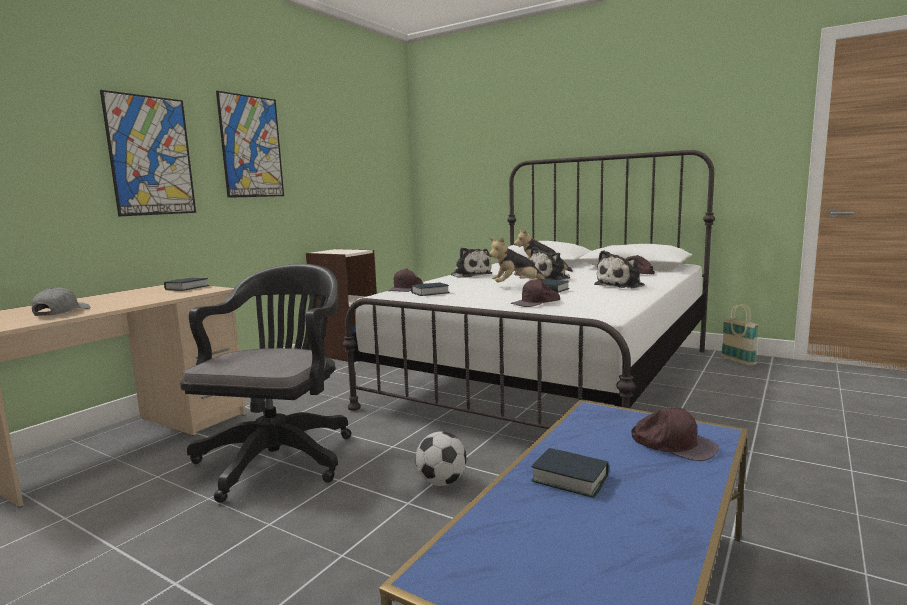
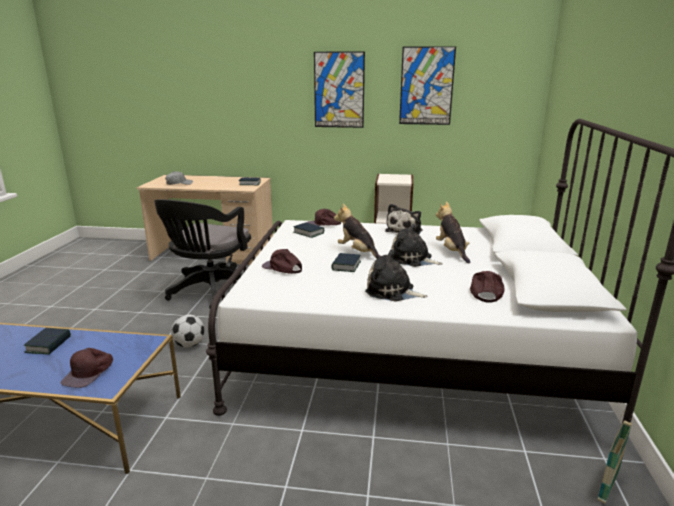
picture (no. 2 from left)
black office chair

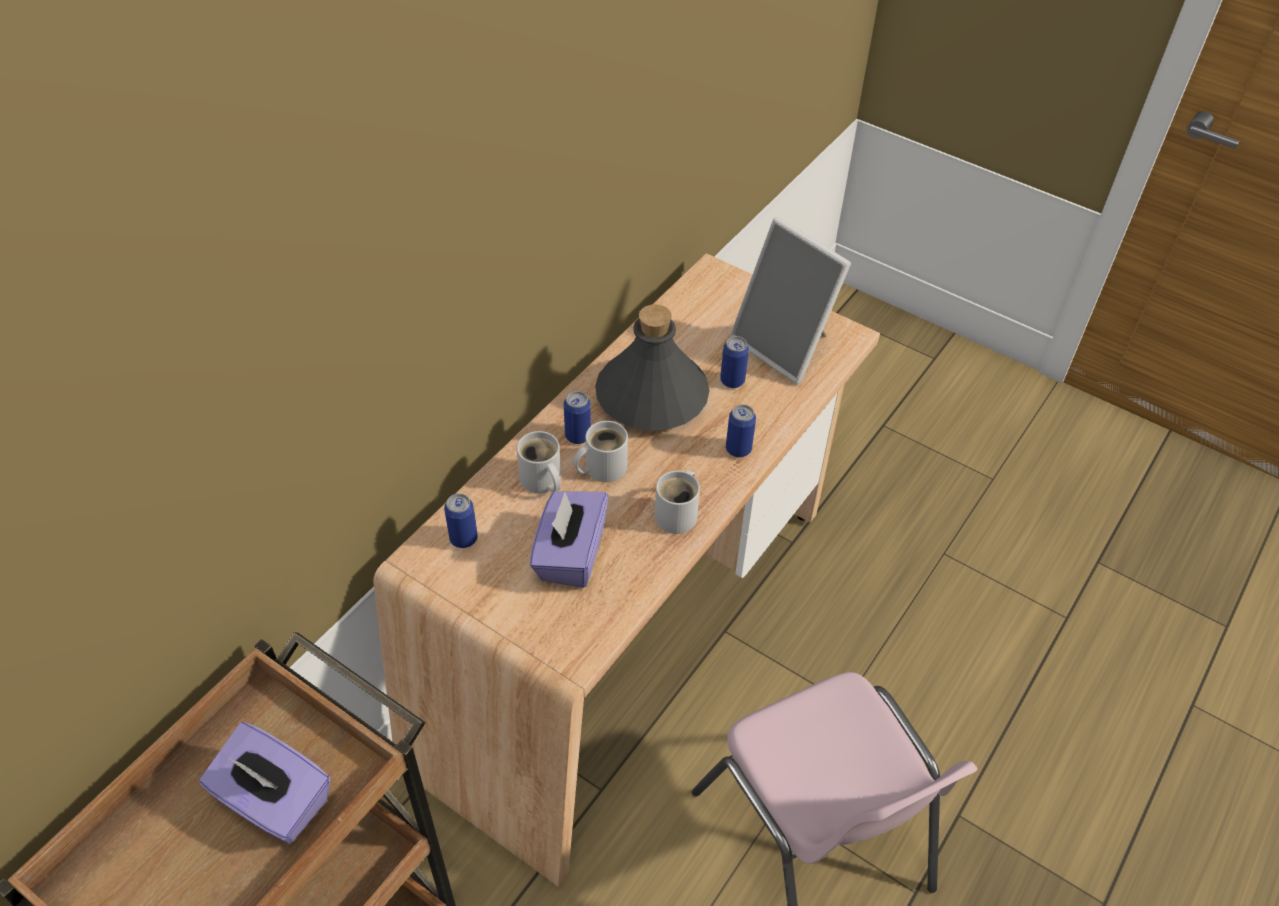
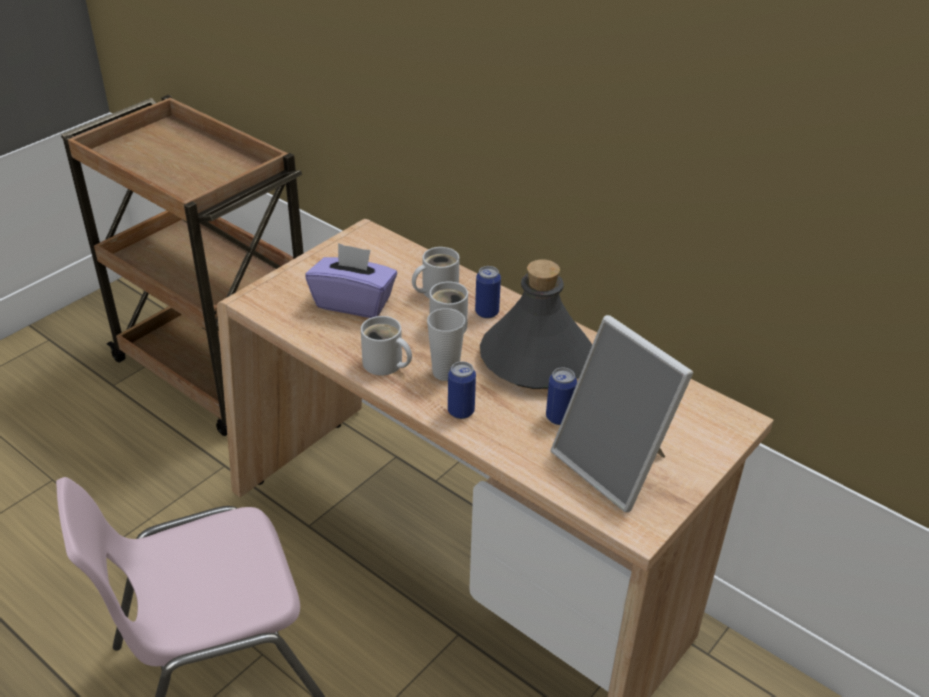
purple tissue box (no. 1 from left in the first image)
can (no. 1 from left in the first image)
cup
picture frame

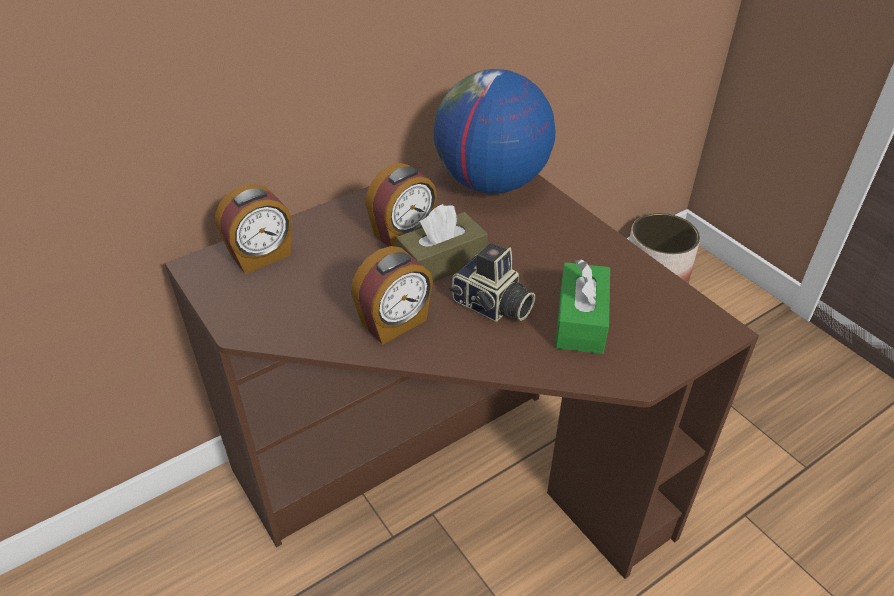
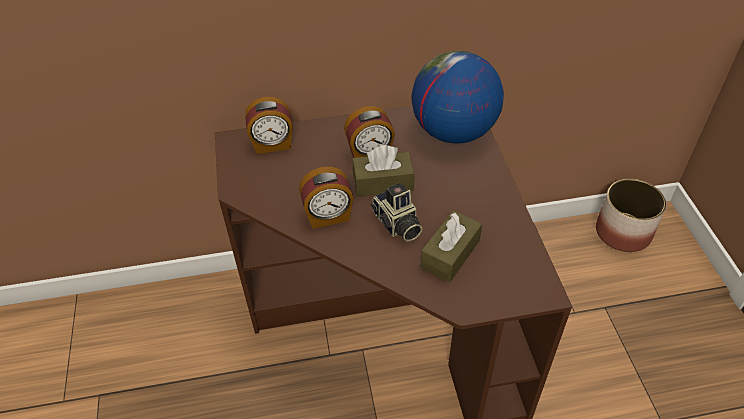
brown tissue box (no. 2 from left)

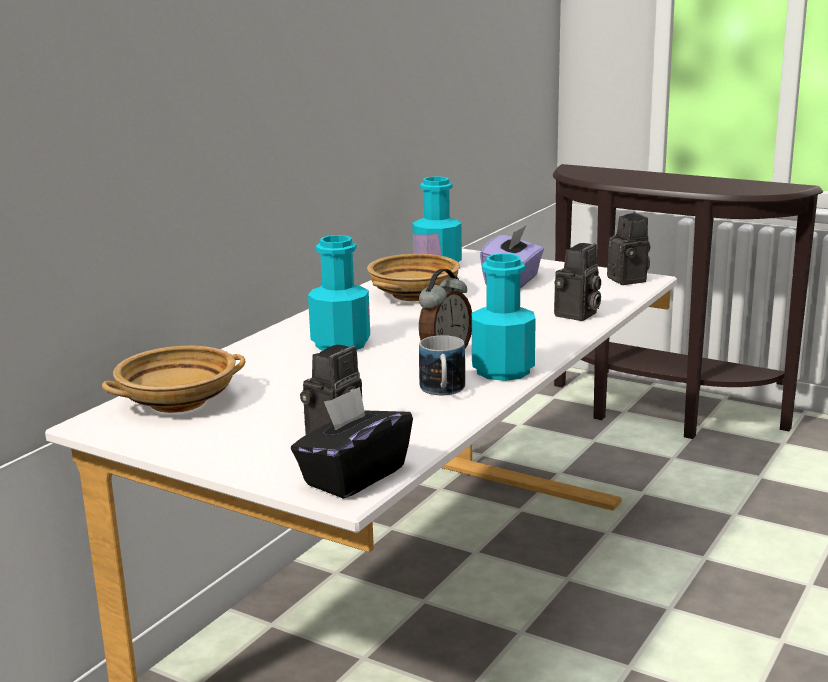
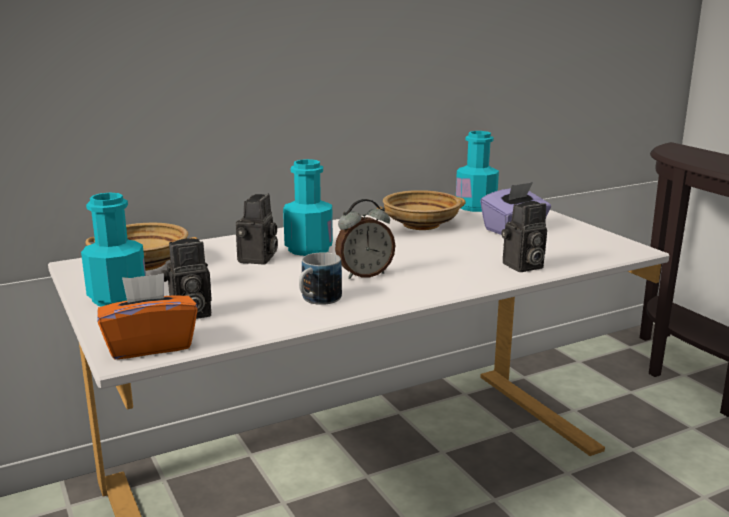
turquoise bottle (no. 1 from left)
photo camera (no. 2 from left)
orange tissue box

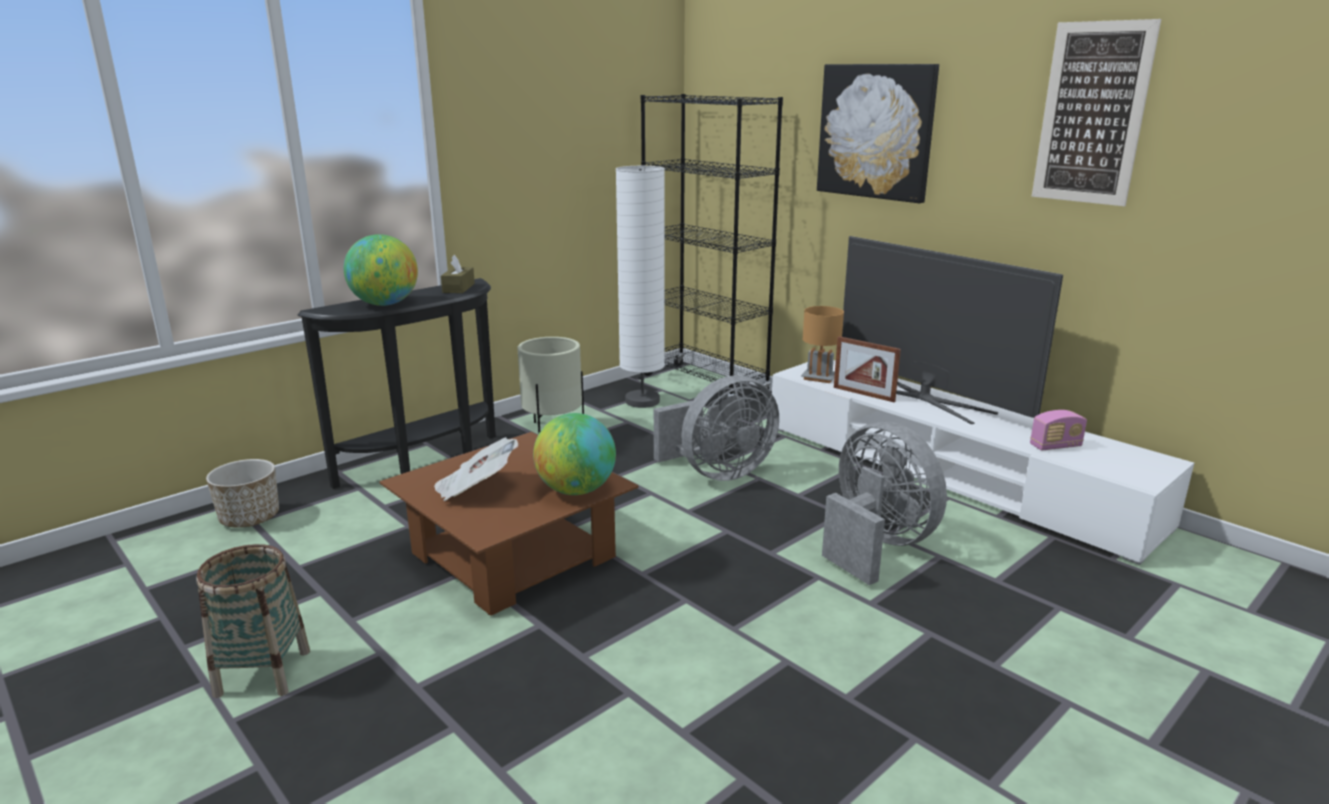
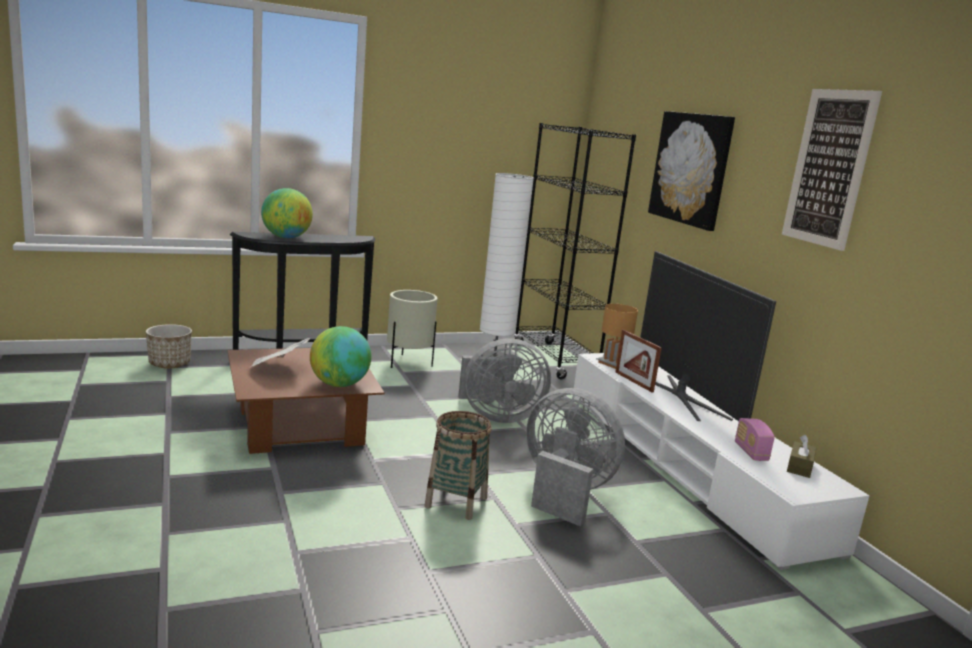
basket
brown tissue box
grey fan (no. 2 from left)
radio

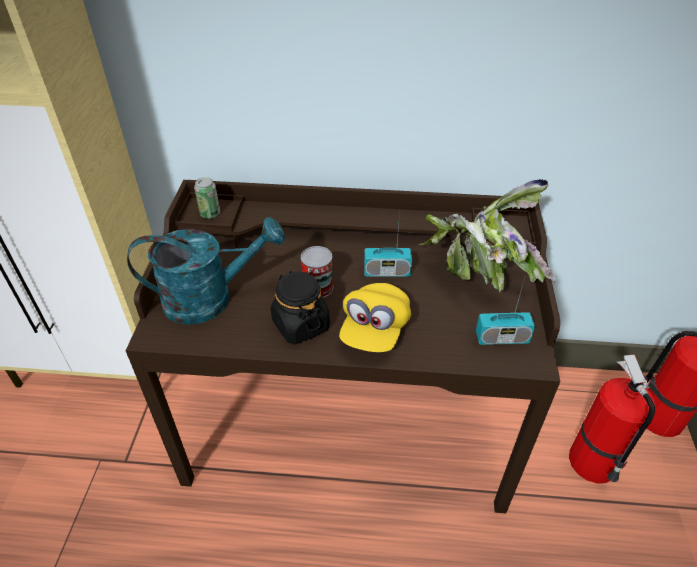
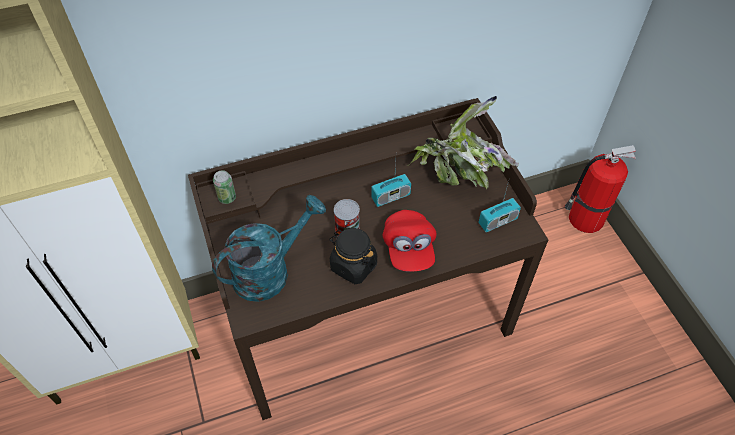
fire extinguisher (no. 1 from left in the first image)
red cap

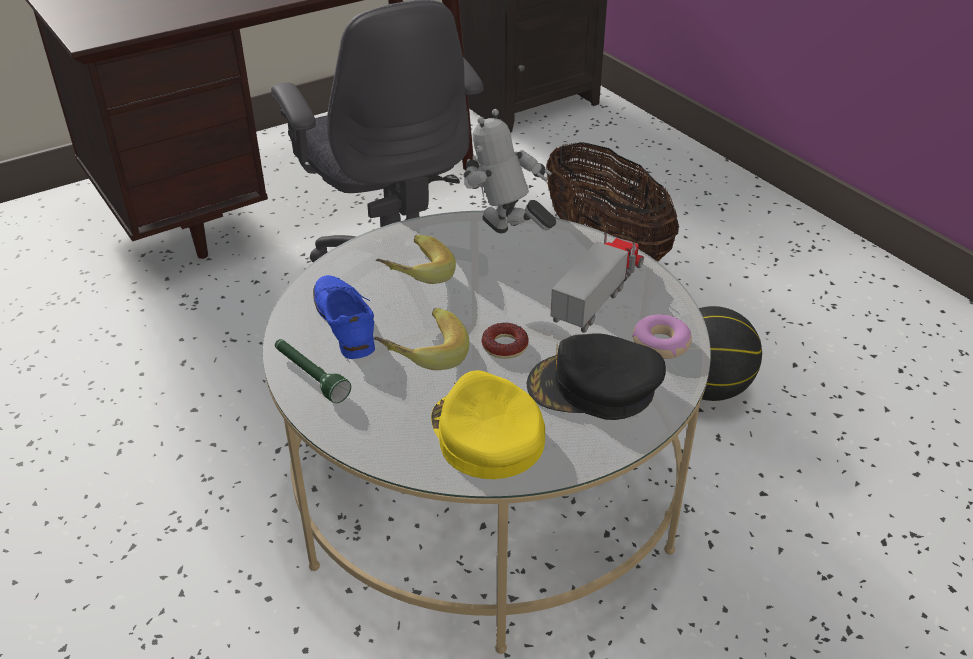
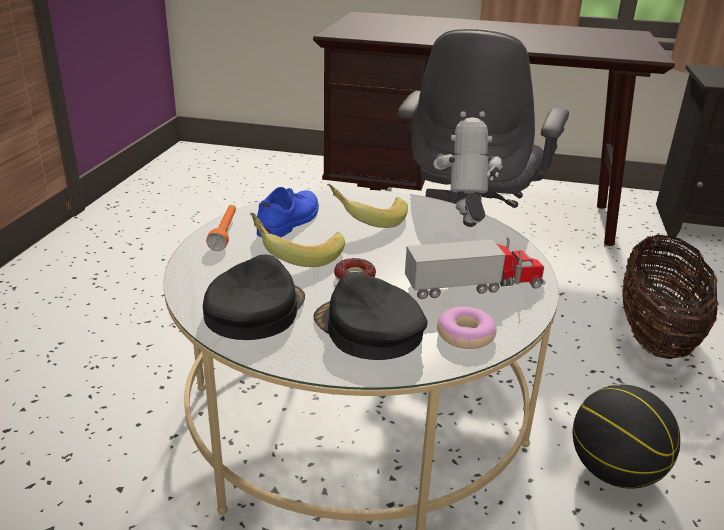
orange flashlight
black cap (no. 1 from left)

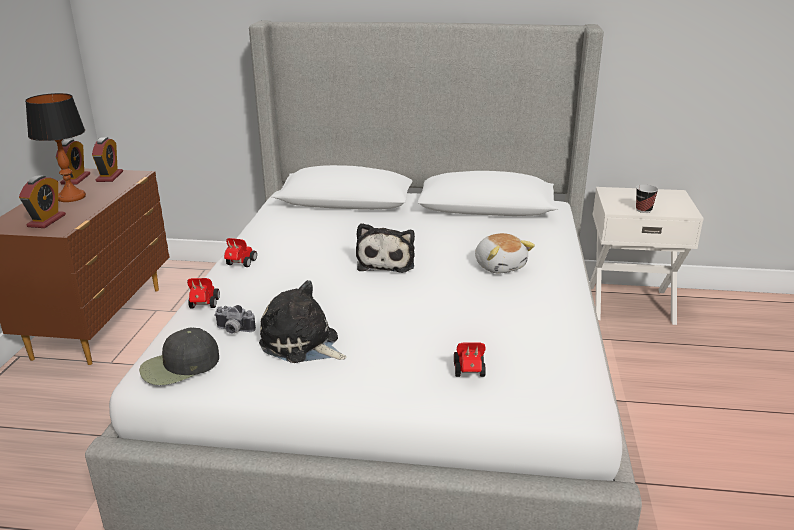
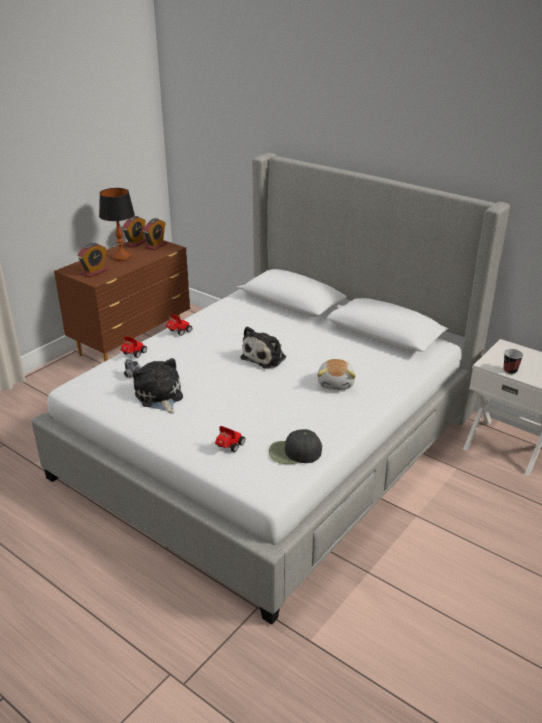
black cap

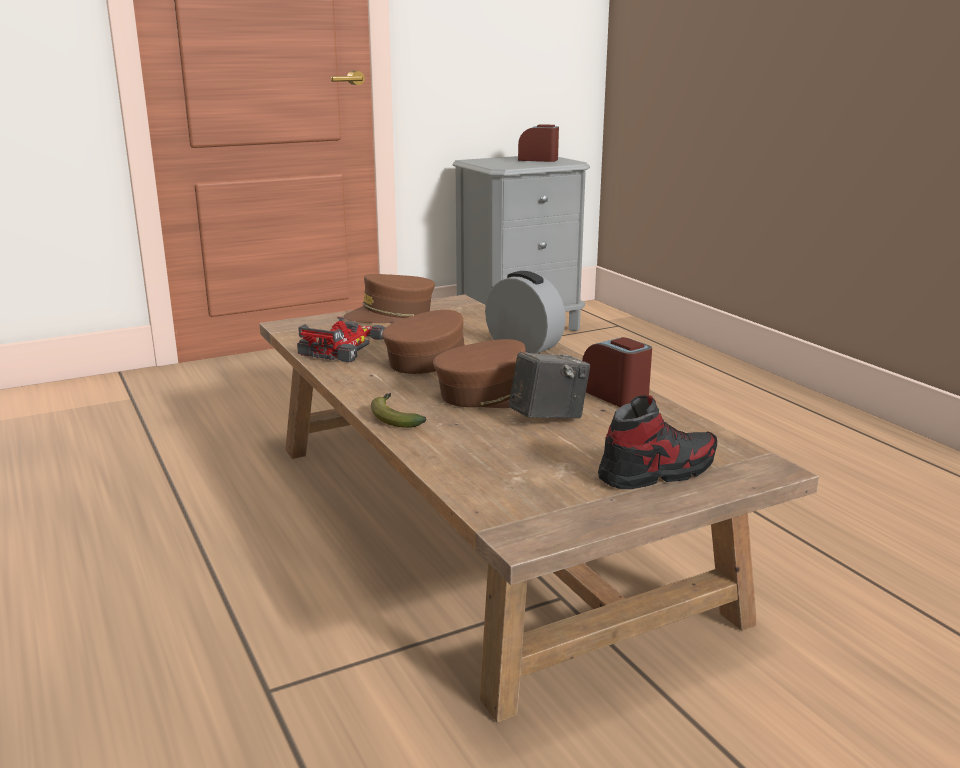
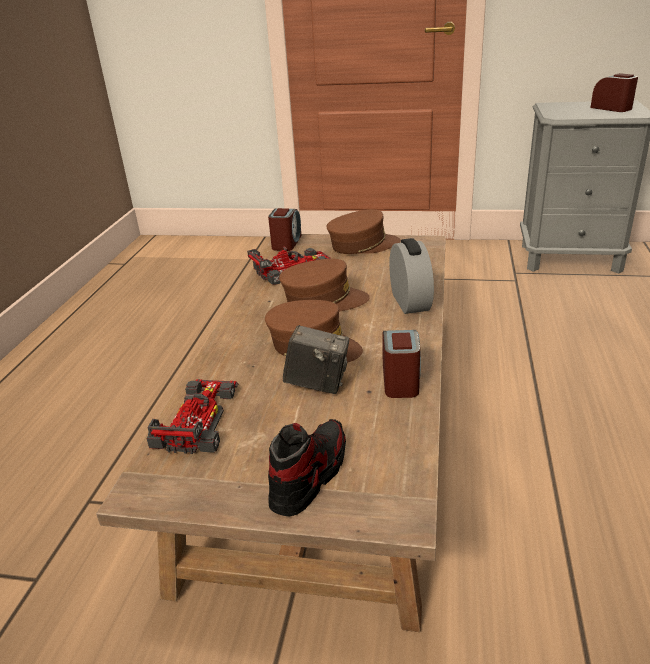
banana
toy car (no. 1 from left)
alarm clock (no. 1 from left)
brown cap (no. 3 from left)
shoe

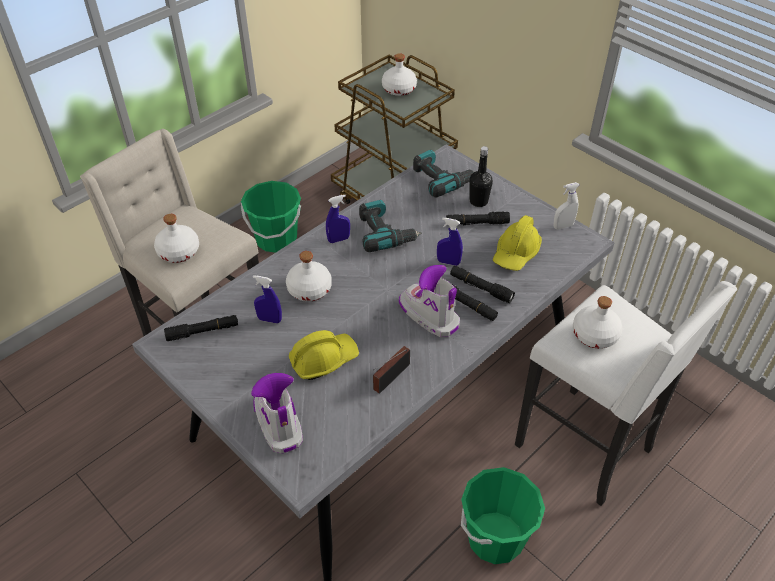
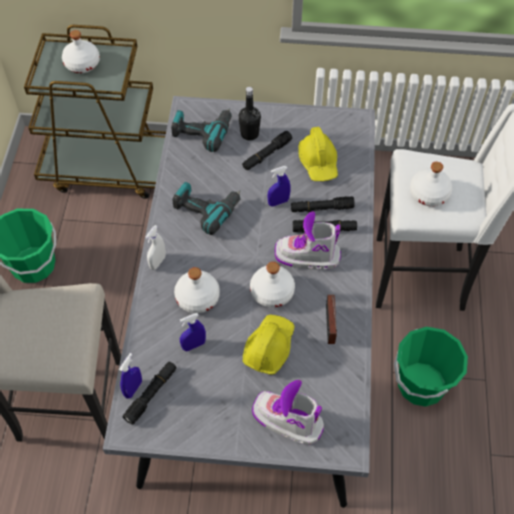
white bottle (no. 3 from left)
blue spray bottle (no. 1 from left)
white spray bottle

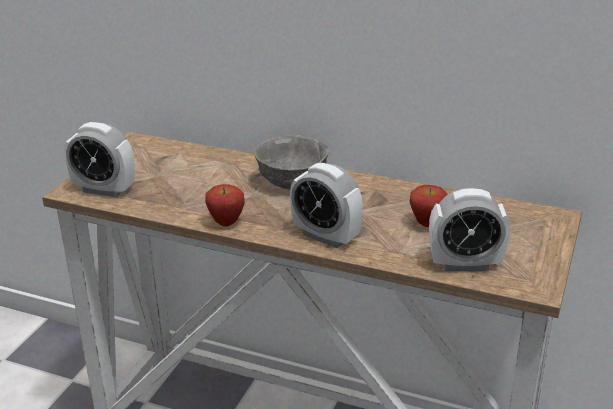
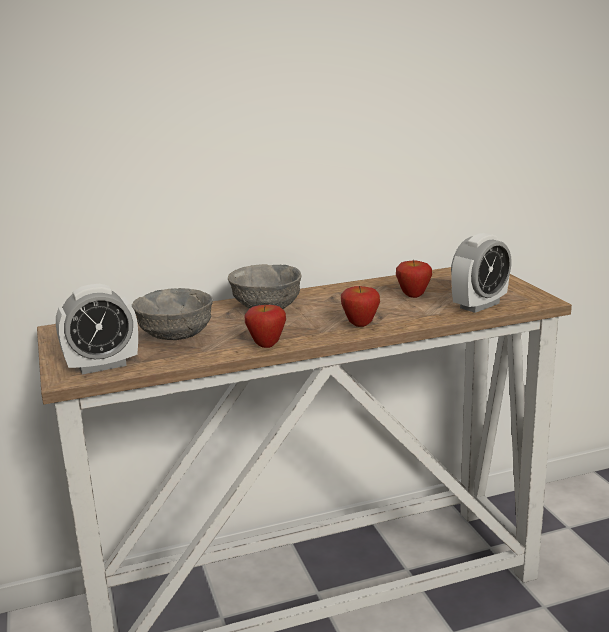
grey bowl (no. 1 from left)
apple (no. 2 from left)

